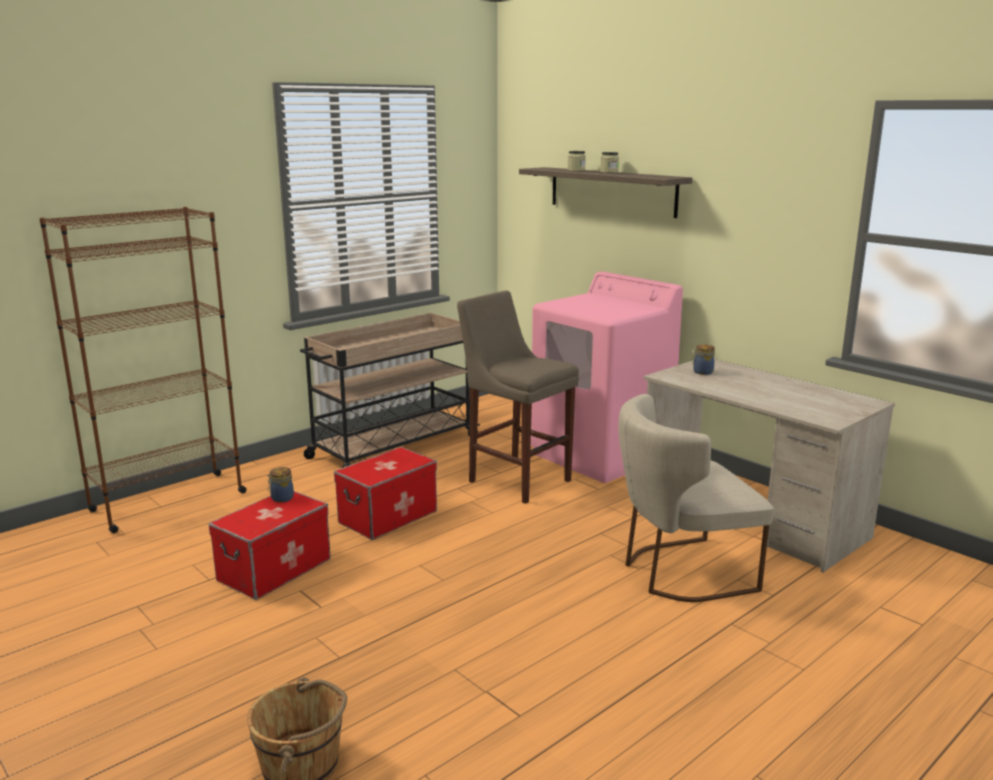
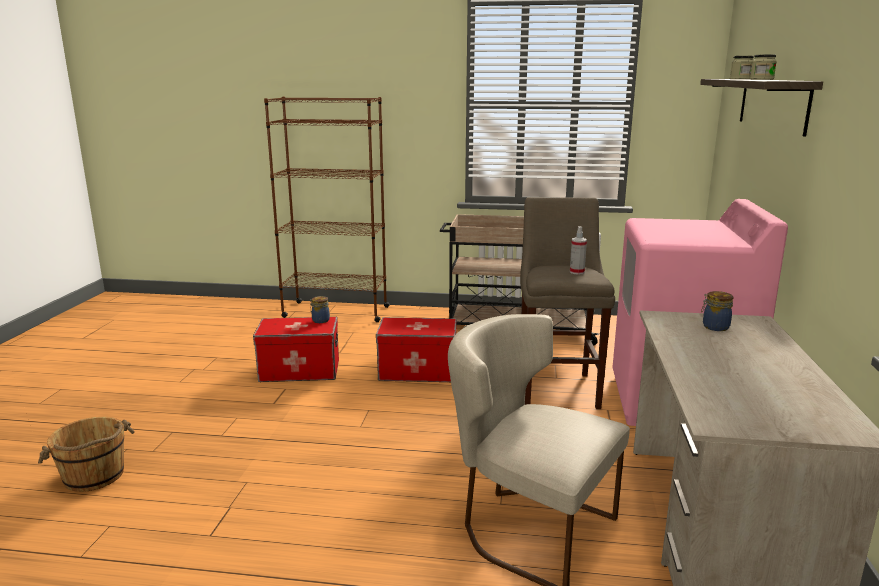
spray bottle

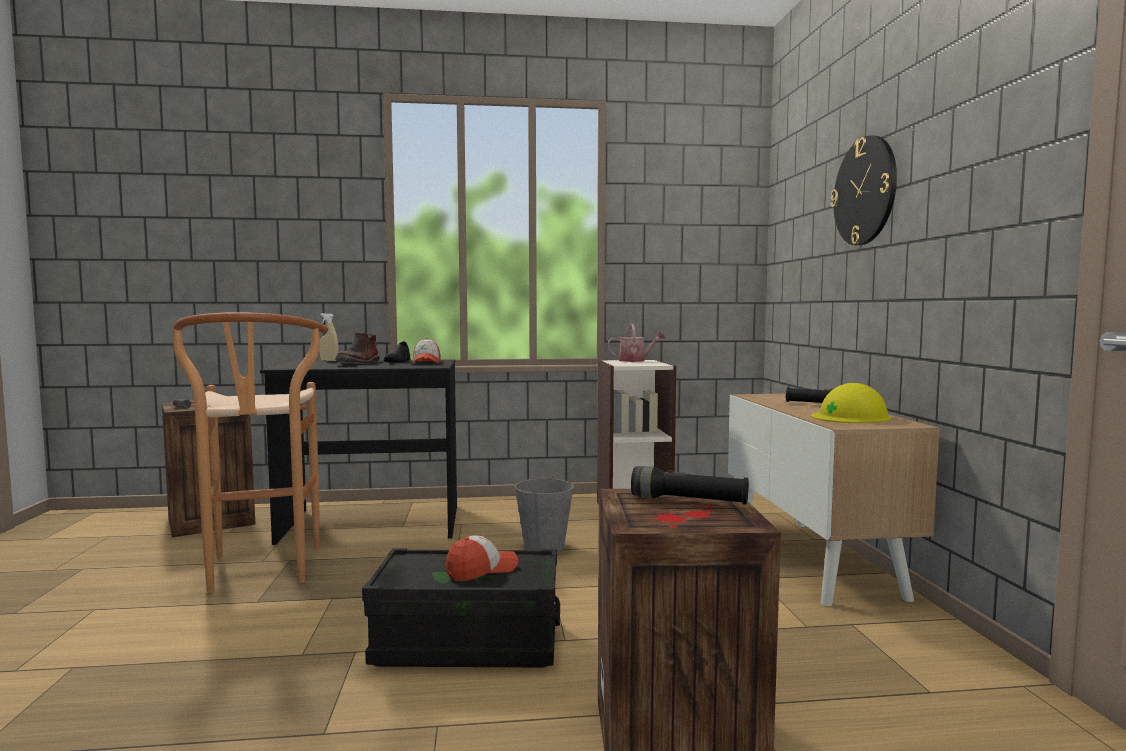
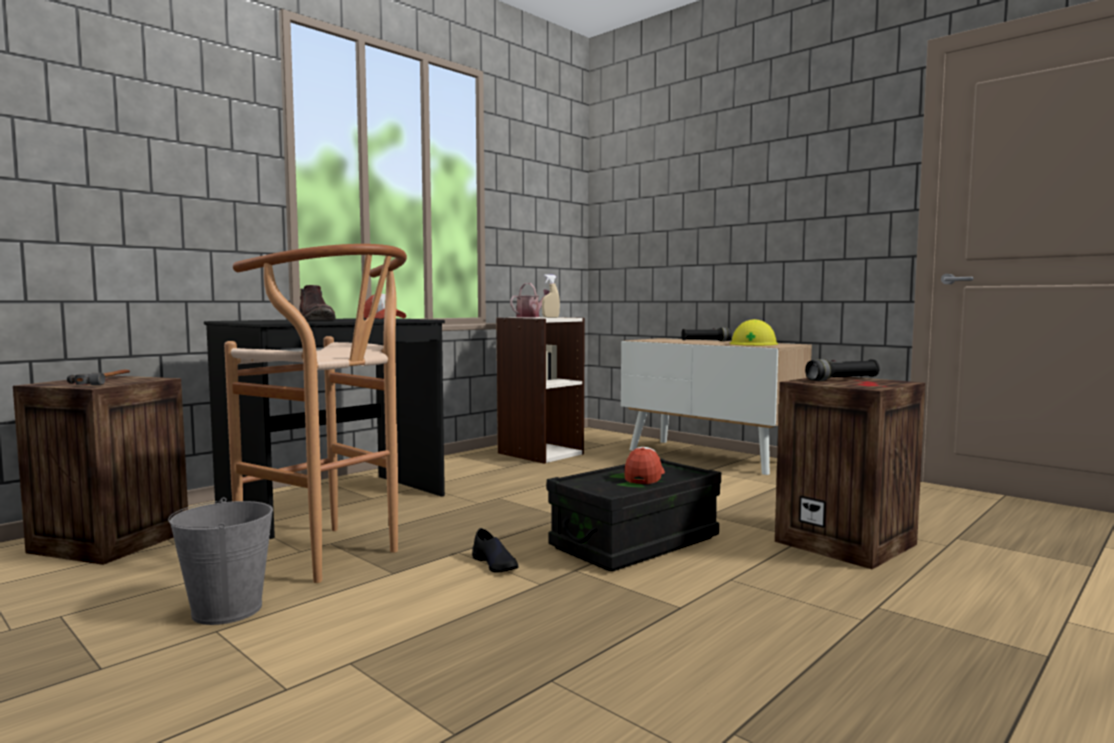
wall clock
beige spray bottle
black shoe
grey bucket

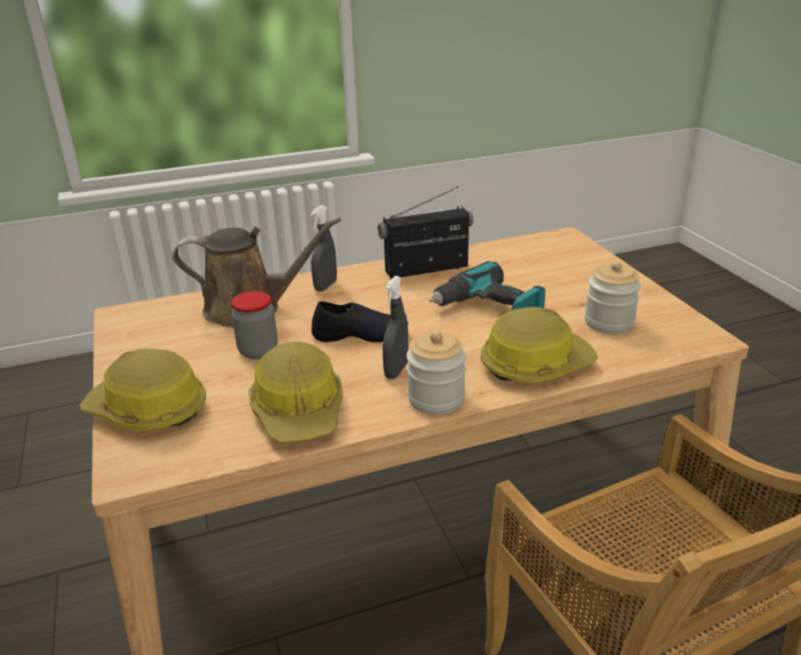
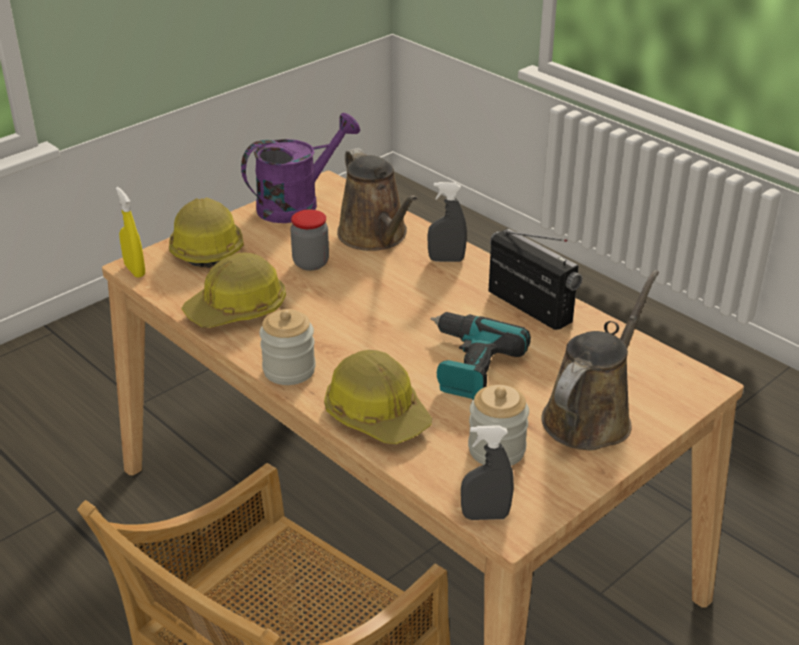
black shoe
yellow spray bottle
purple watering can
brown watering can (no. 2 from left)
grey spray bottle (no. 2 from left)

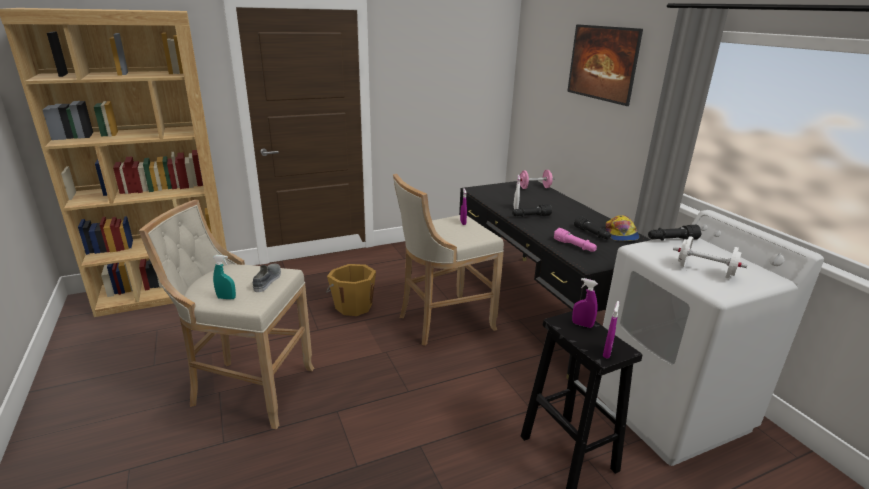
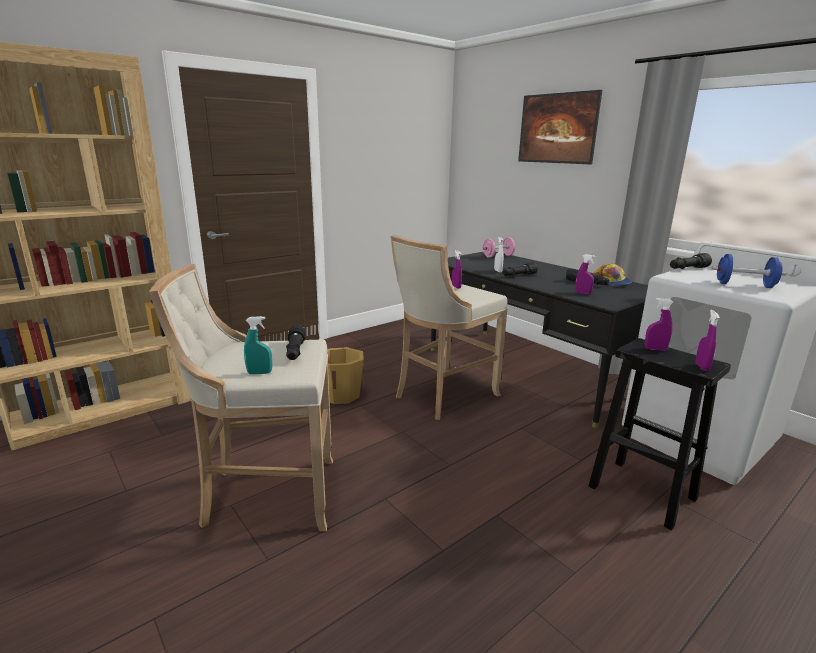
black flashlight (no. 1 from left)
purple spray bottle (no. 2 from left)
blue dumbbell

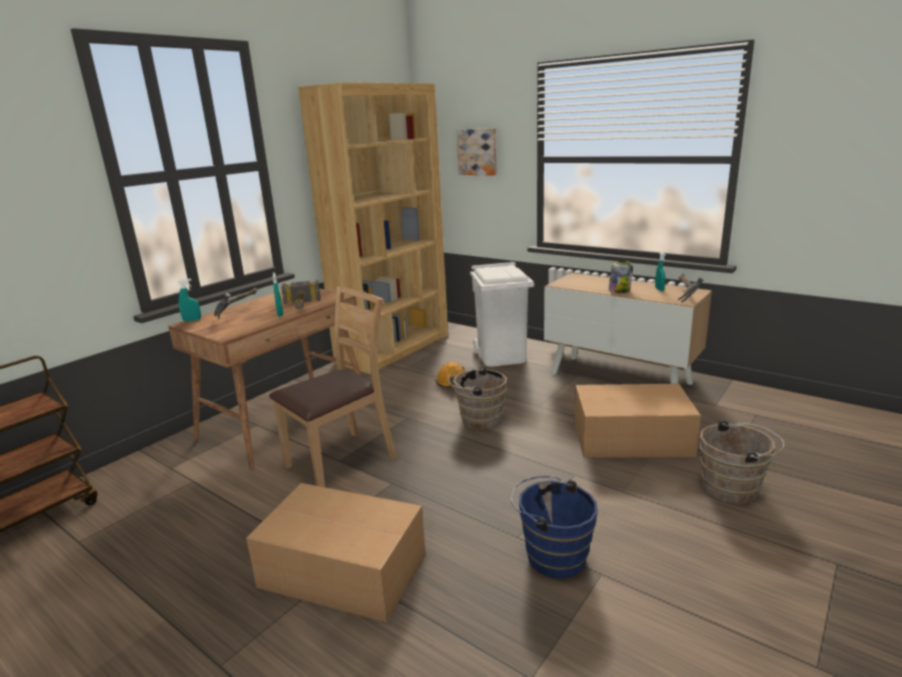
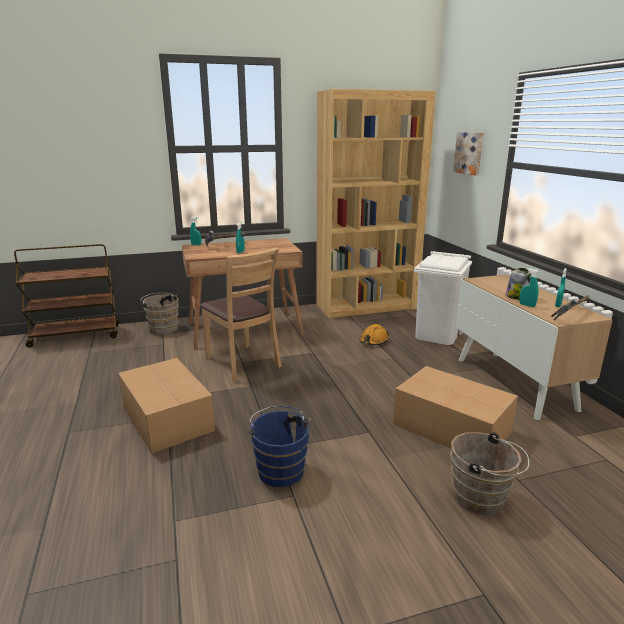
hammer (no. 2 from left in the first image)
turquoise spray bottle (no. 3 from left)
brown bucket (no. 1 from left)
brown chair

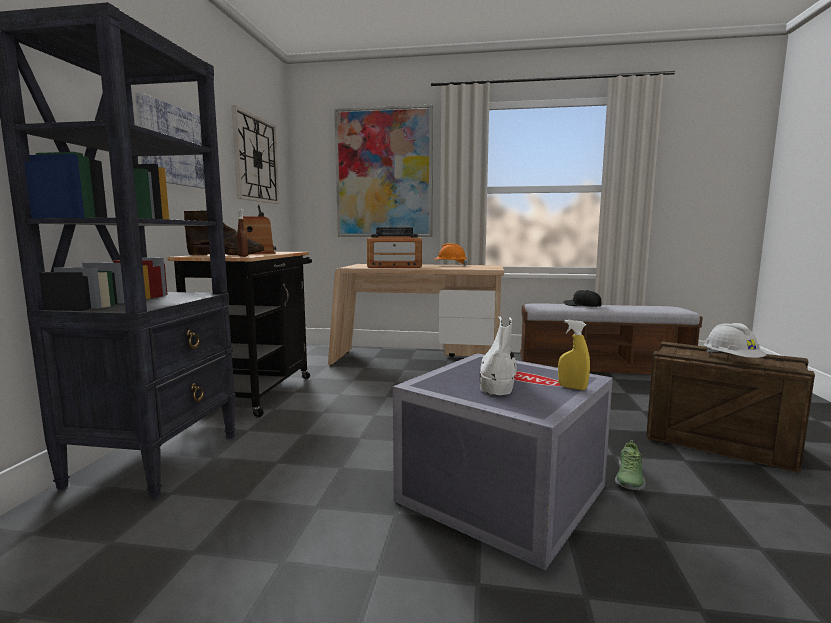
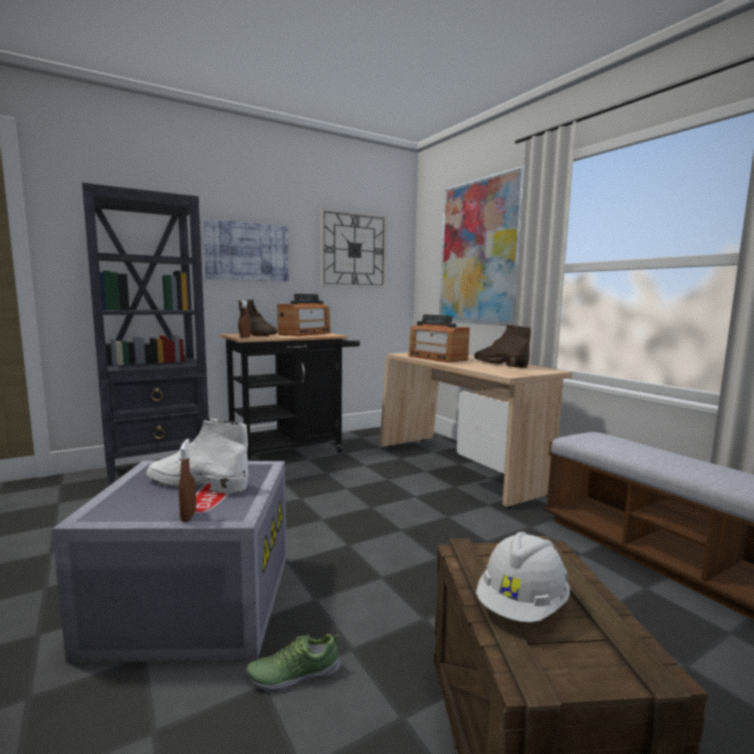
black cap
brown boot (no. 2 from left)
brown spray bottle (no. 1 from left)
white boot

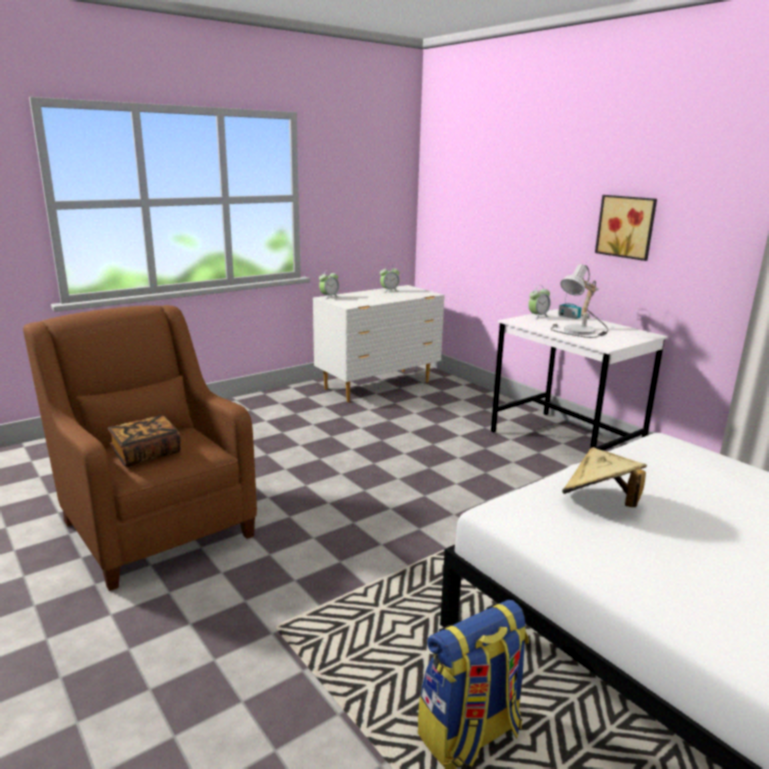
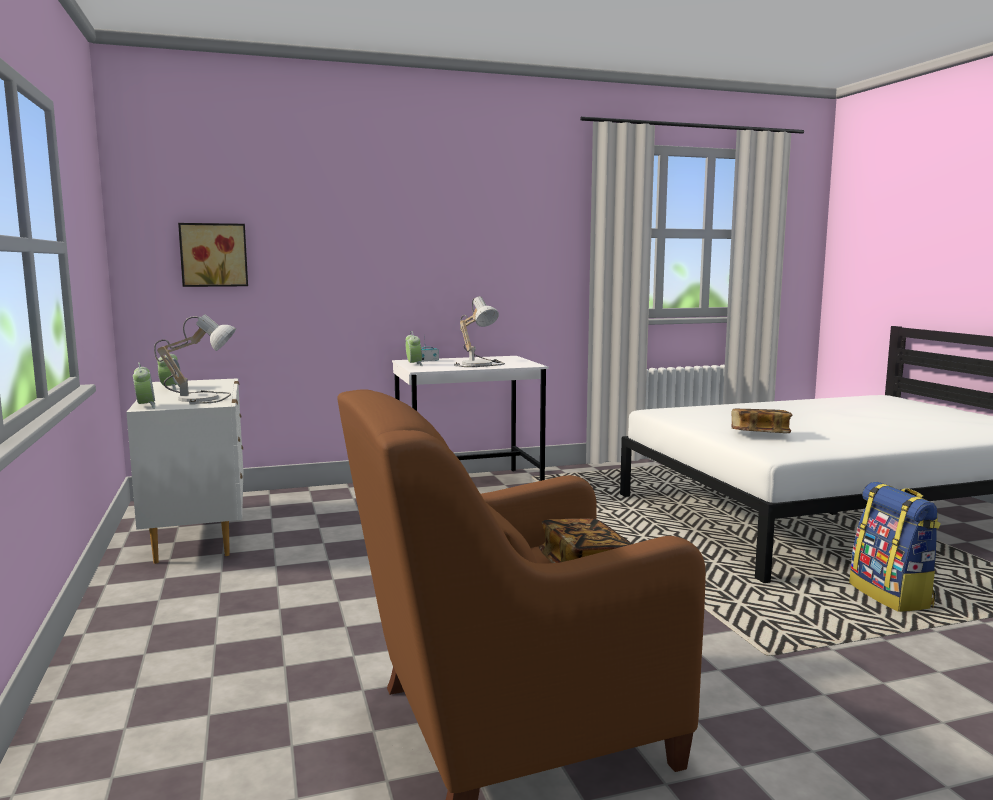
table lamp (no. 1 from left)
picture
book (no. 2 from left)

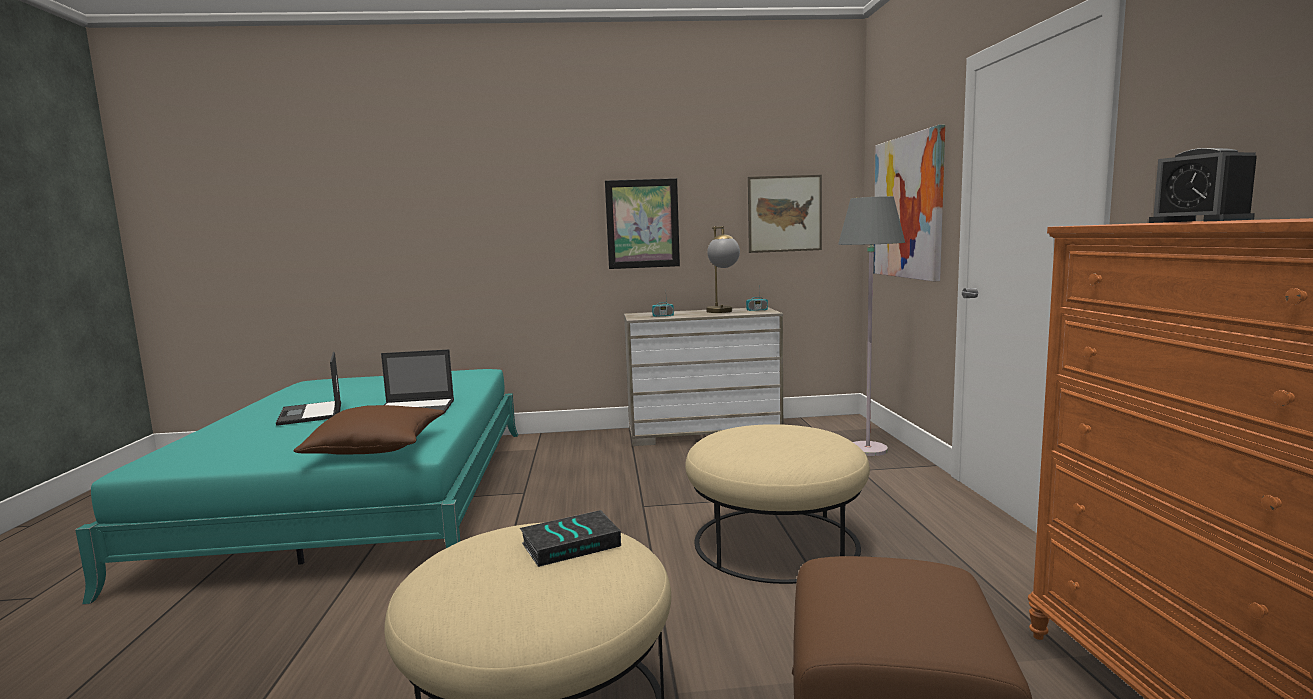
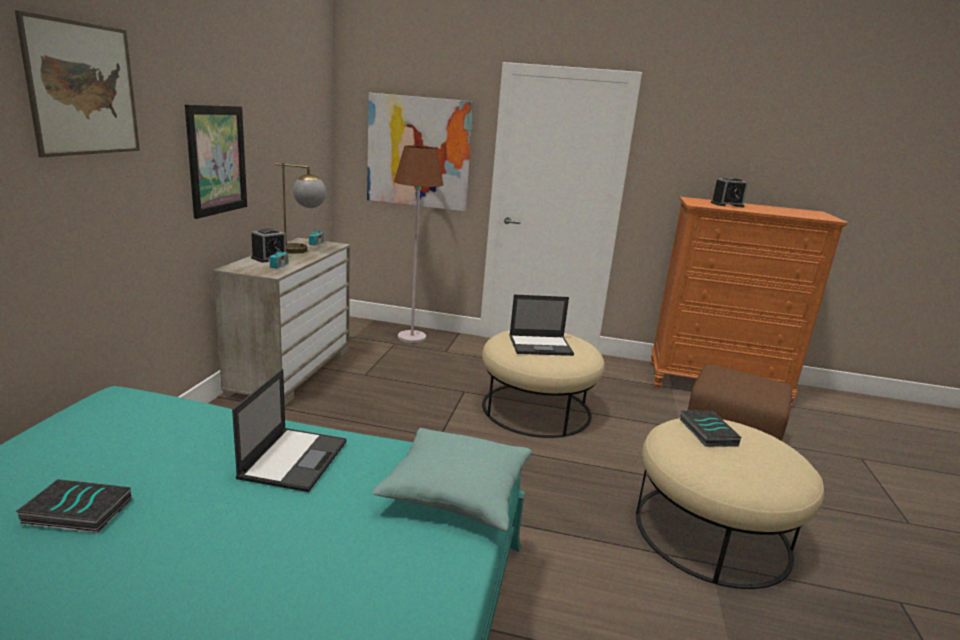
book (no. 1 from left)
alarm clock (no. 1 from left)
laptop (no. 2 from left)
picture (no. 1 from left)
turquoise pillow
brown floor lamp

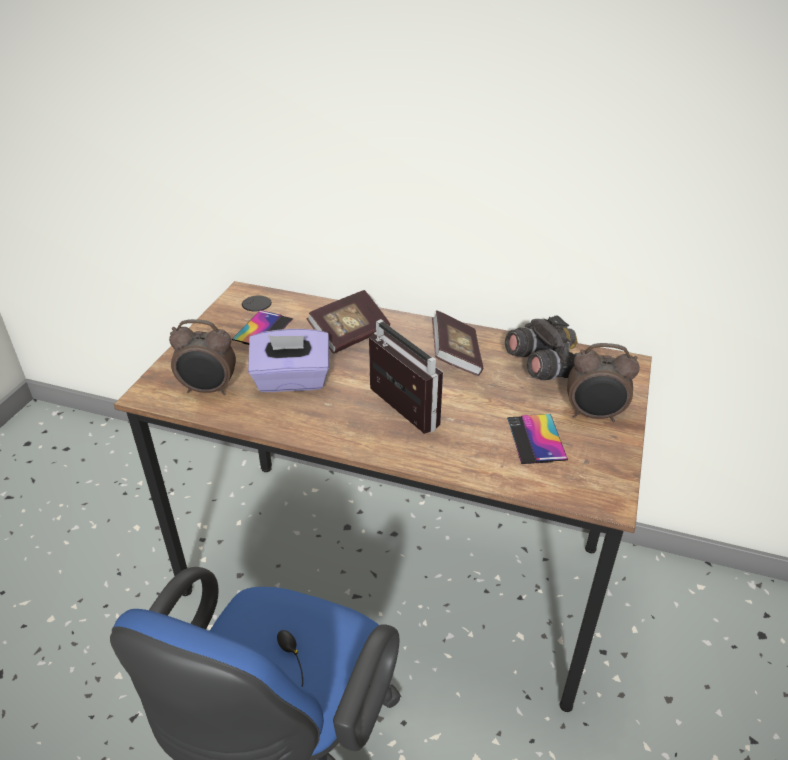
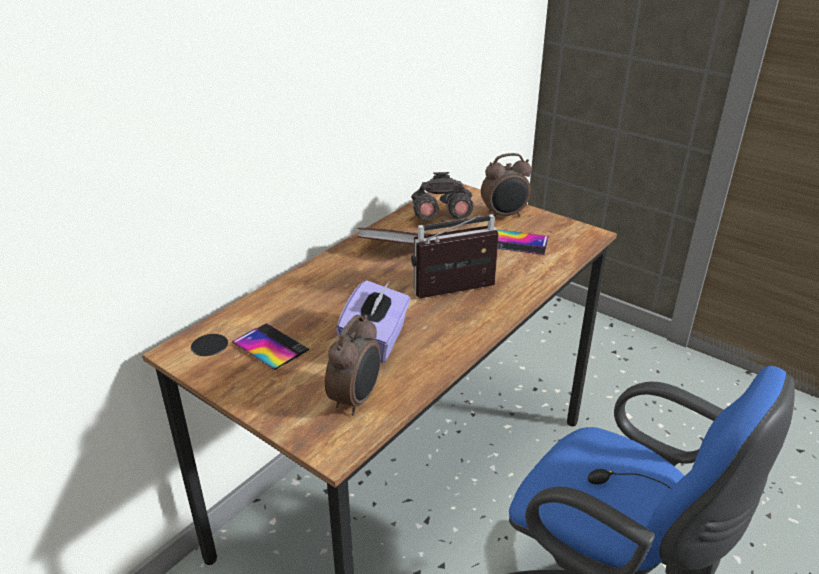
book (no. 1 from left in the first image)
alarm clock (no. 2 from left)

